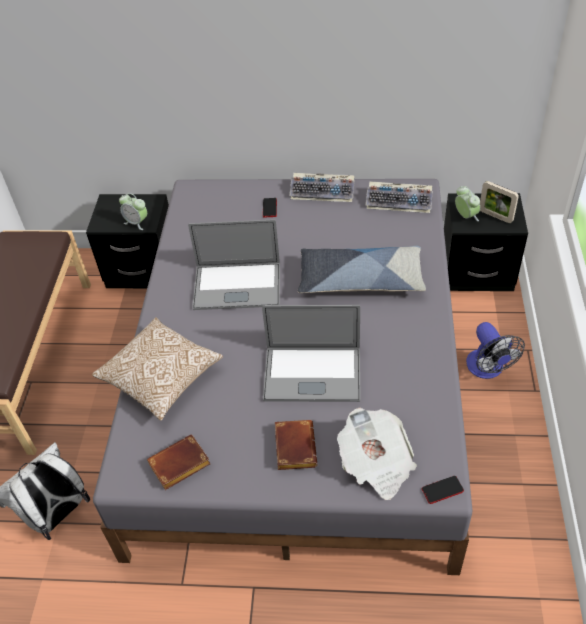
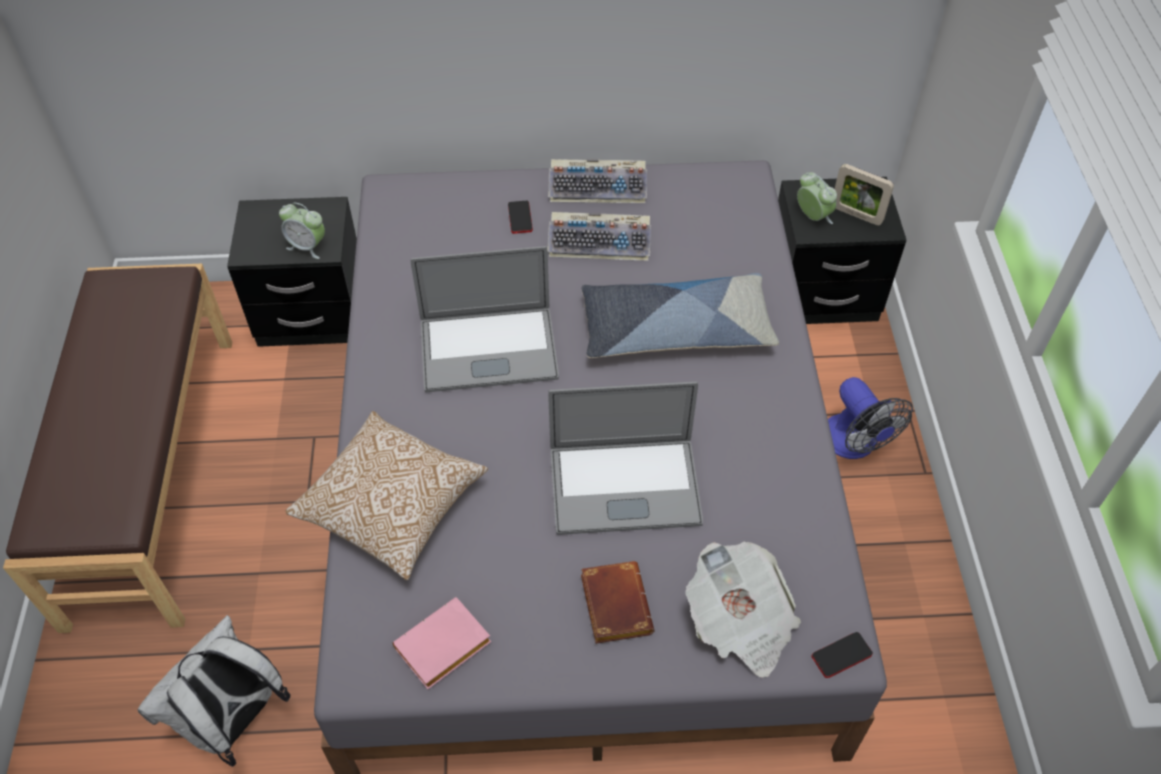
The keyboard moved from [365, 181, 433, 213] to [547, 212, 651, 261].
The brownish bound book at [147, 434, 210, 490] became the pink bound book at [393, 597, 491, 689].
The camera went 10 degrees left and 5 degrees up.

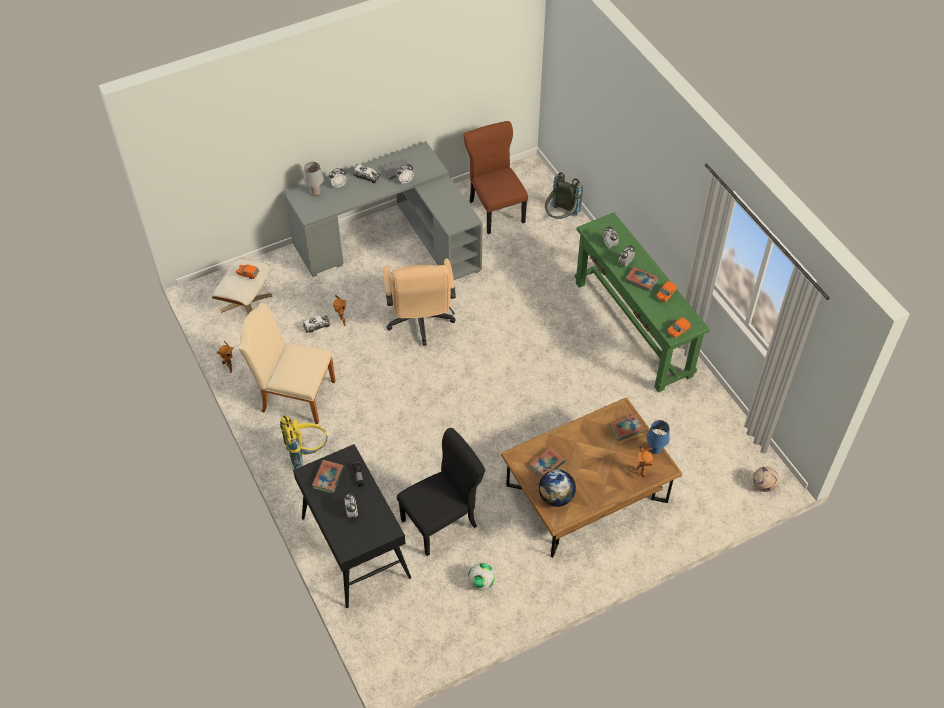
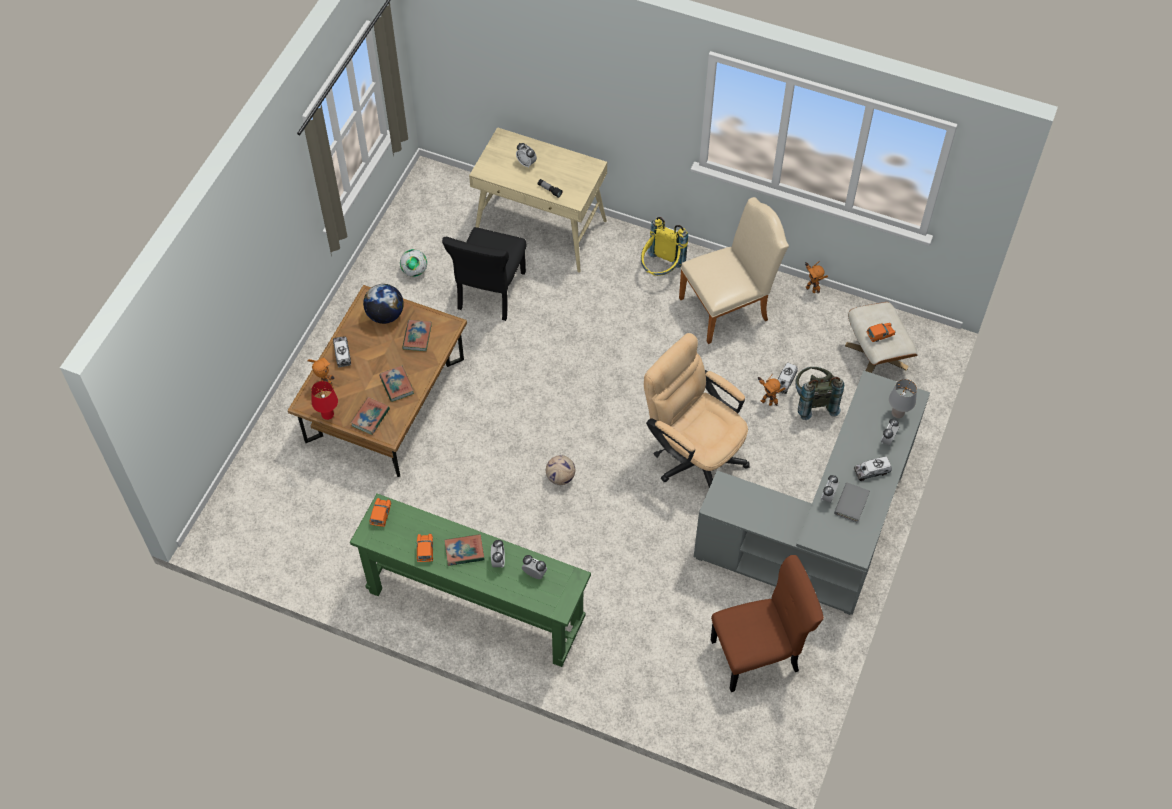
The brownish chair at [464, 121, 528, 234] turned 45 degrees counterclockwise.
The gray backpack moved from [545, 172, 583, 219] to [795, 367, 844, 420].
The bluish table lamp at [647, 420, 670, 454] became the red table lamp at [311, 381, 338, 420].
The black desk unit at [293, 444, 411, 608] became the beige-coloured desk unit at [469, 127, 607, 273].
The bound book moved from [312, 460, 344, 493] to [379, 366, 414, 402].
The football ball moved from [753, 466, 779, 492] to [546, 455, 575, 485].
The toy truck at [333, 336, 351, 367] appeared.
The camera went 140 degrees right and 5 degrees up.

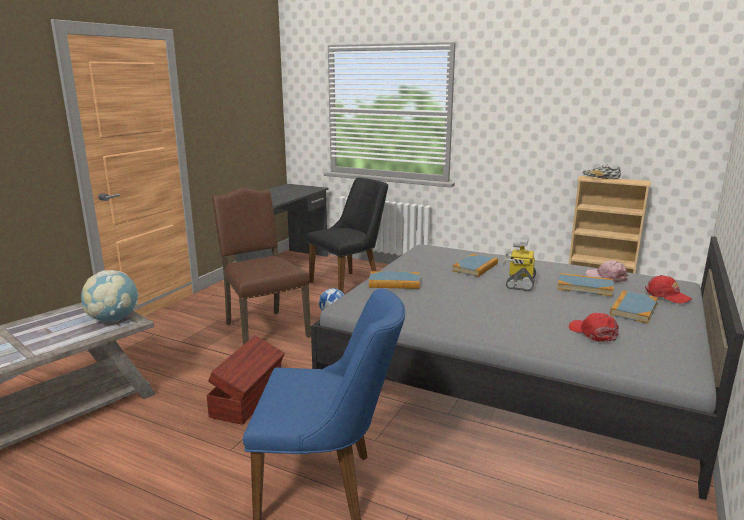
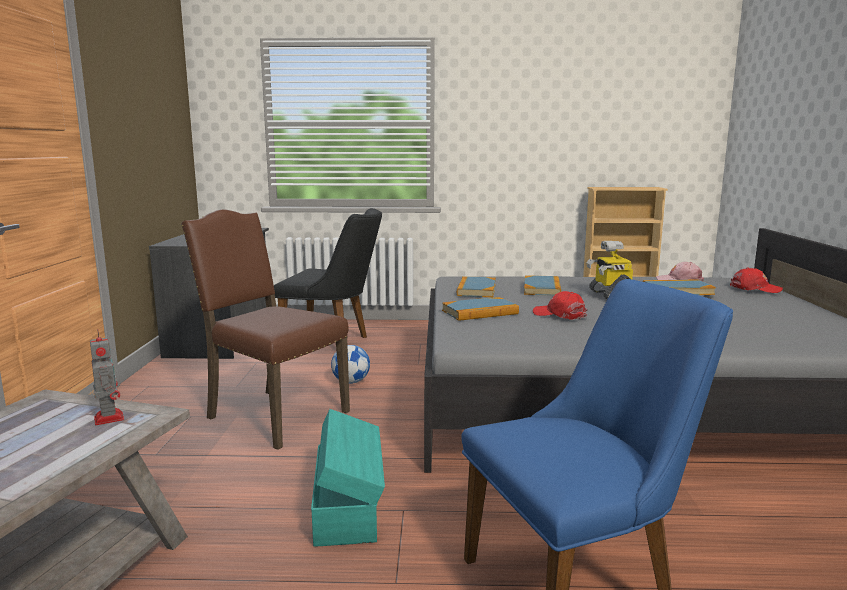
The shoe at [583, 164, 621, 179] disappeared.
The black chair at [306, 177, 388, 292] turned 75 degrees clockwise.
The globe at [81, 270, 139, 322] was replaced by the model robot at [90, 329, 124, 425].
The bound book moved from [610, 291, 658, 323] to [457, 276, 496, 297].
The red peaked cap moved from [569, 313, 619, 342] to [533, 291, 588, 320].
The brownish storage container at [206, 335, 285, 425] became the blue-green storage container at [311, 409, 385, 547].
The camera went 25 degrees left and 5 degrees down.

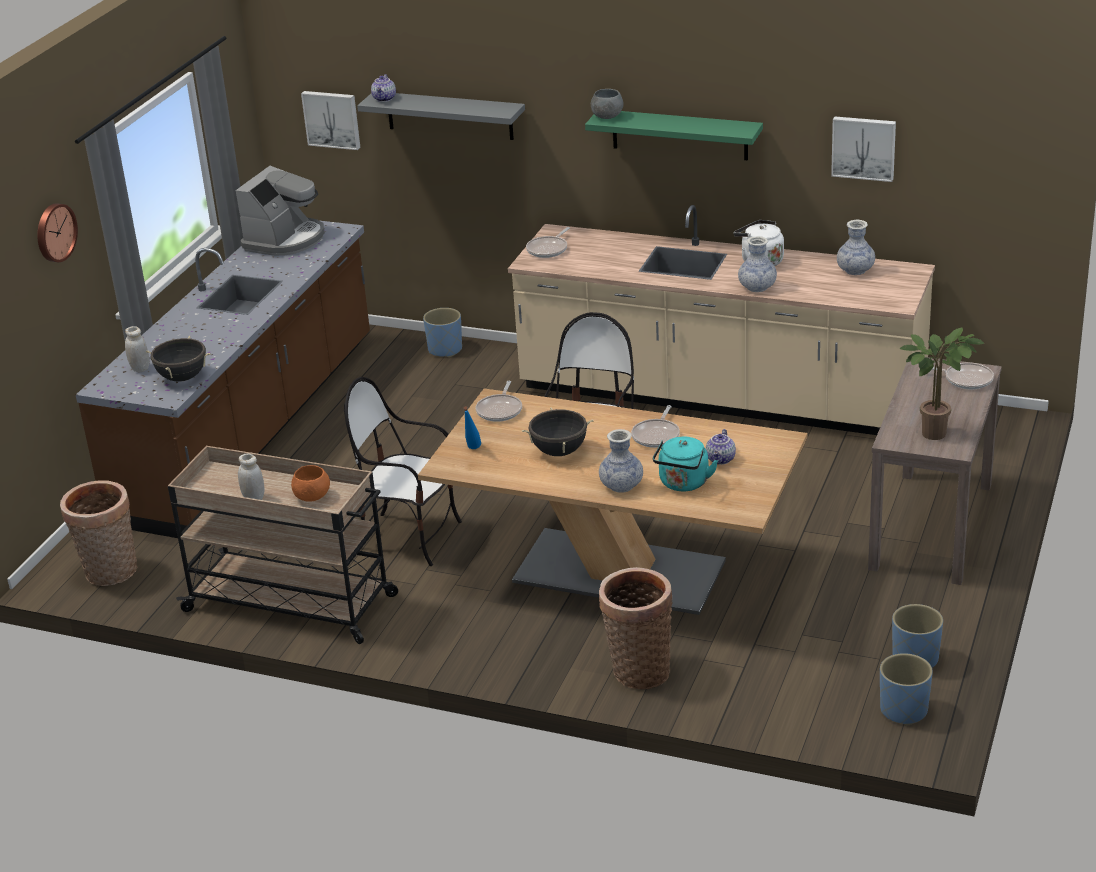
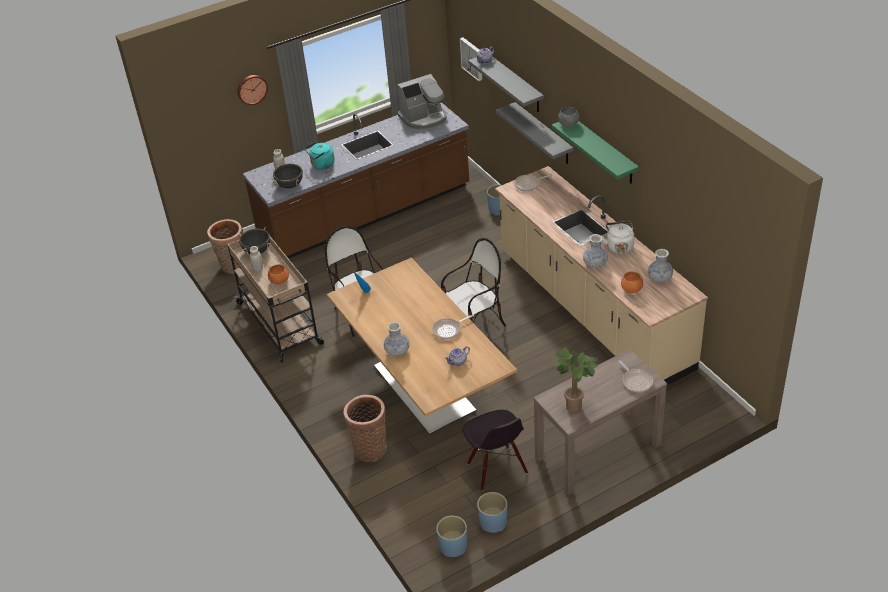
The picture at [831, 116, 896, 182] disappeared.
The skillet at [475, 381, 522, 422] disappeared.
The black cooking pot moved from [522, 407, 594, 456] to [239, 227, 271, 254].
The blue-green tea kettle moved from [653, 437, 718, 491] to [305, 142, 334, 170].
The gray wall shelf at [496, 102, 573, 164] appeared.
The orange-coloured serving bowl at [621, 271, 643, 294] appeared.
The black chair at [463, 410, 528, 491] appeared.
The camera went 40 degrees right and 10 degrees up.

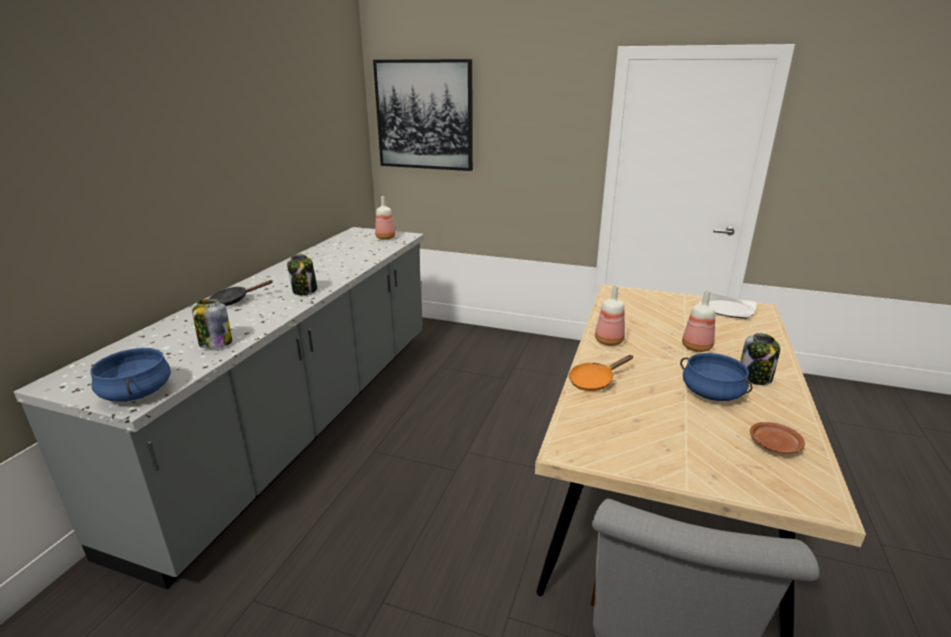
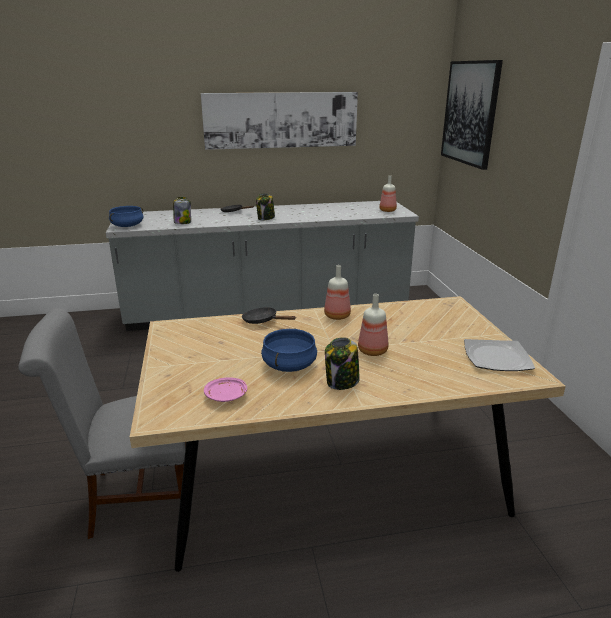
The orange-coloured skillet at [569, 355, 633, 391] became the black skillet at [242, 307, 296, 324].
The brownish plate at [750, 422, 805, 453] became the pink plate at [204, 377, 247, 402].
The picture at [201, 92, 358, 150] appeared.
The camera went 60 degrees right and 0 degrees up.

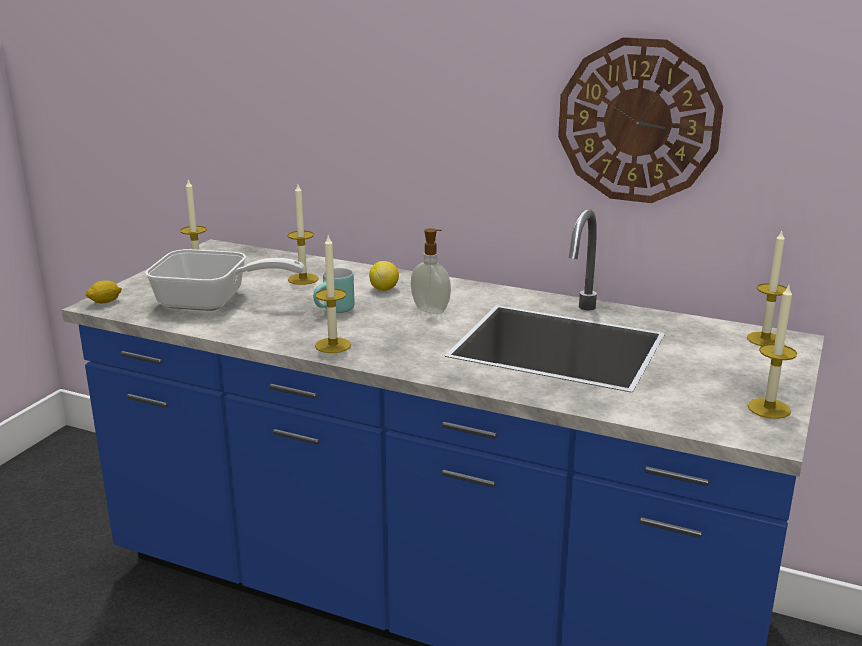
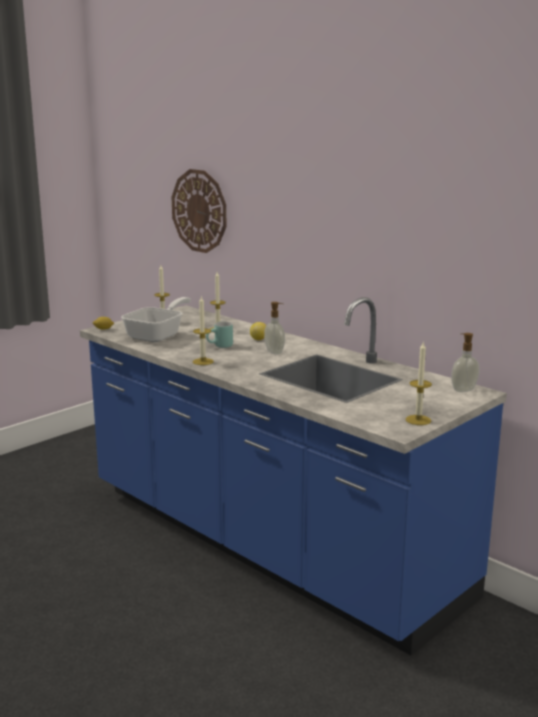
The clock on the wall moved from [558, 37, 723, 203] to [172, 169, 227, 253].
The candle at [747, 231, 787, 346] was replaced by the liquid soap bottle at [451, 333, 479, 392].
The skillet at [145, 249, 304, 311] turned 90 degrees counterclockwise.
The camera went 20 degrees right and 5 degrees down.

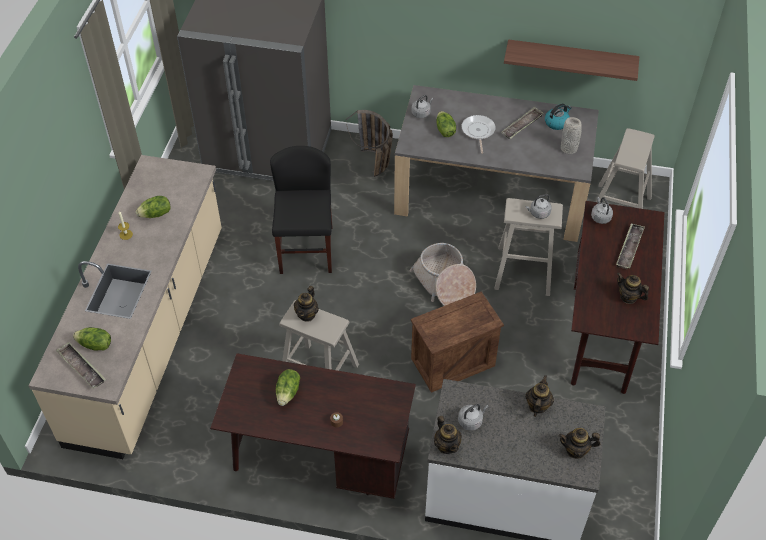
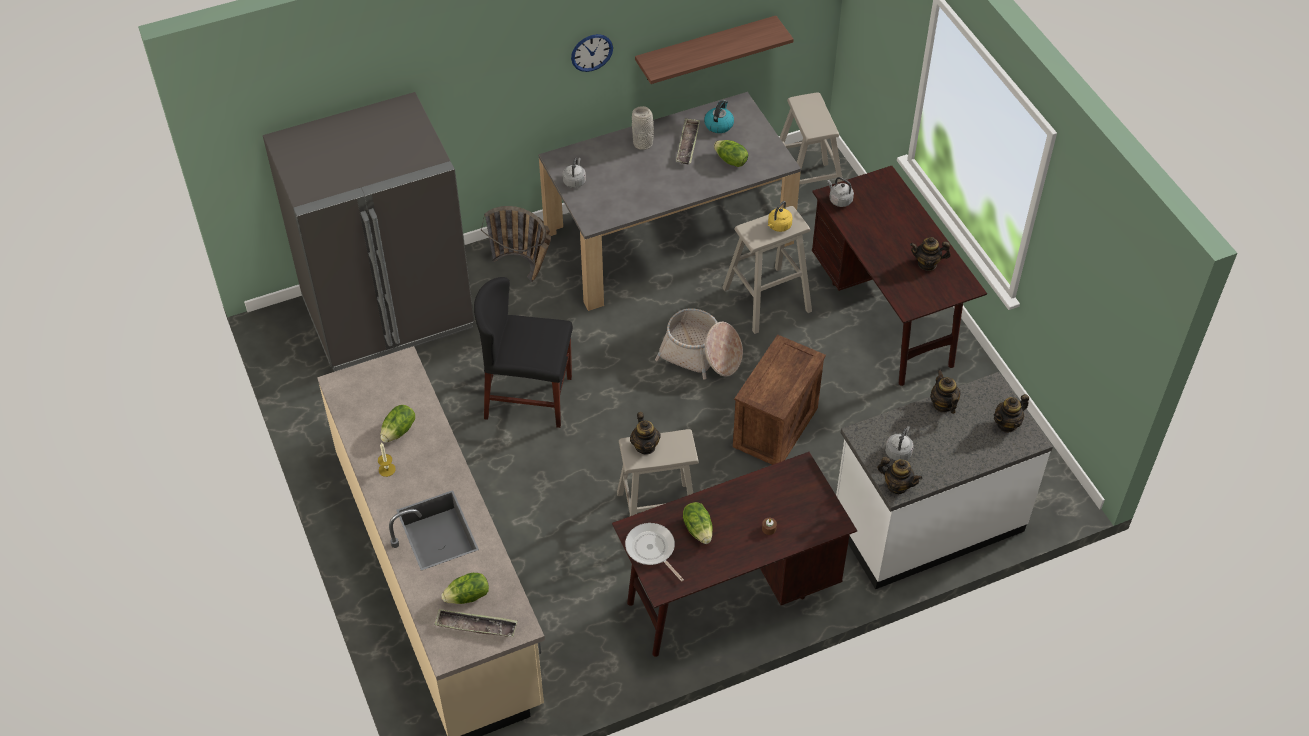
The head of lettuce moved from [436, 111, 456, 137] to [714, 140, 748, 167].
The skillet moved from [462, 115, 496, 154] to [625, 523, 684, 581].
The gray flower vase moved from [561, 117, 582, 154] to [632, 106, 654, 150].
The black chair at [270, 146, 332, 274] turned 45 degrees counterclockwise.
The gray tea kettle at [526, 194, 552, 219] became the yellow-coloured tea kettle at [768, 201, 793, 232].
The tray at [616, 223, 645, 269] disappeared.
The clock on the wall at [571, 34, 613, 72] appeared.
The camera went 35 degrees left and 0 degrees up.

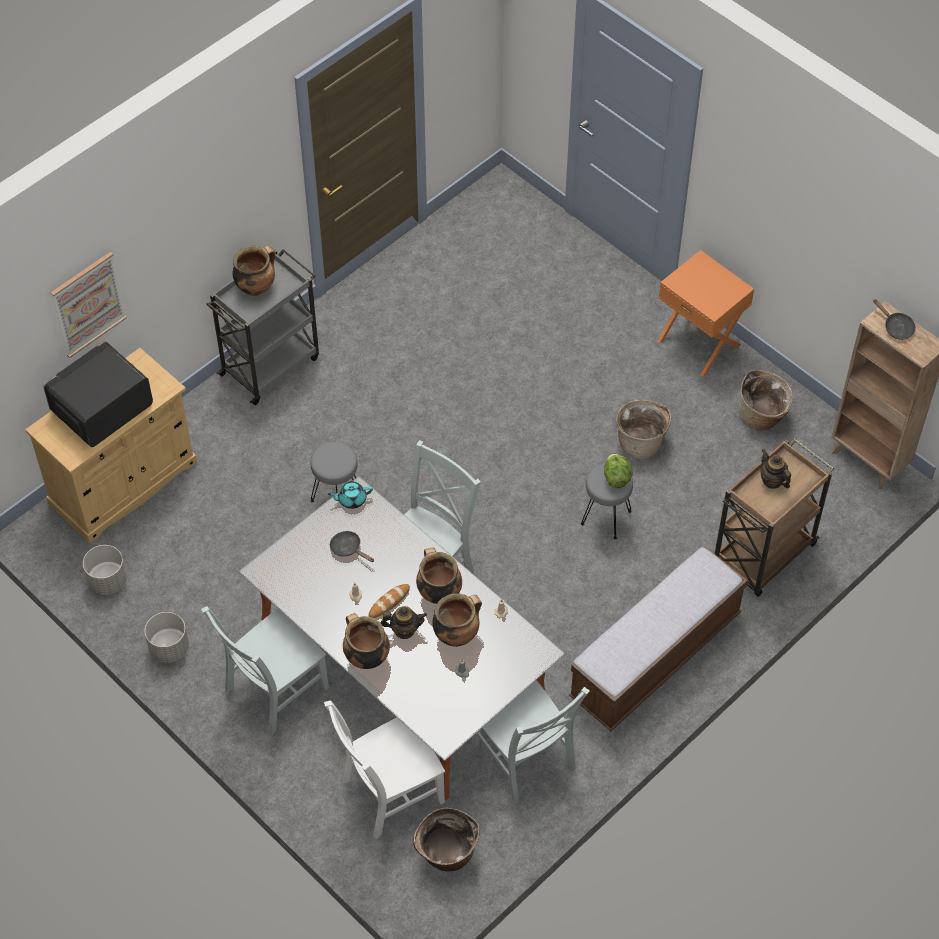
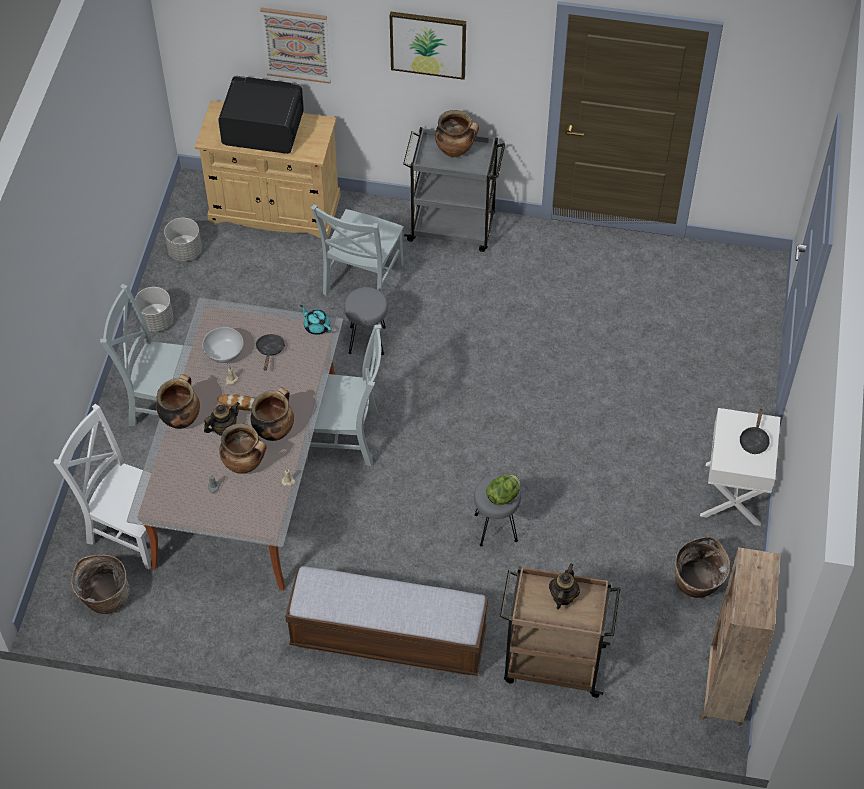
The orange-coloured night table at [657, 250, 754, 377] became the white night table at [700, 408, 781, 526].
The black skillet moved from [873, 299, 916, 340] to [740, 408, 770, 454].
The basket at [616, 399, 671, 459] disappeared.
The pot for tea at [381, 606, 427, 639] turned 90 degrees counterclockwise.
The gray chair moved from [472, 680, 590, 803] to [311, 204, 404, 295].
The picture at [390, 11, 466, 80] appeared.
The white serving bowl at [202, 327, 244, 363] appeared.
The camera went 55 degrees right and 0 degrees up.

